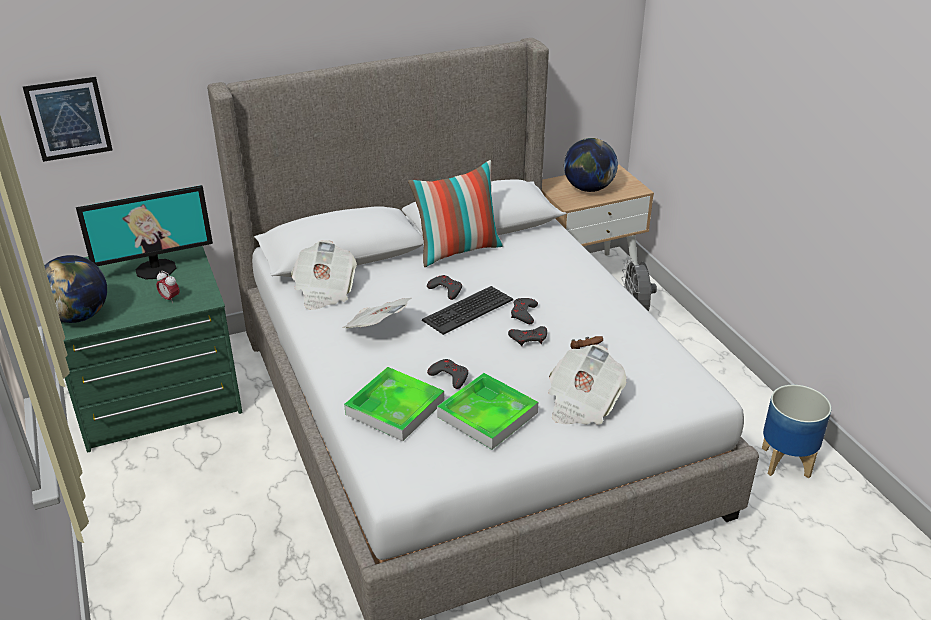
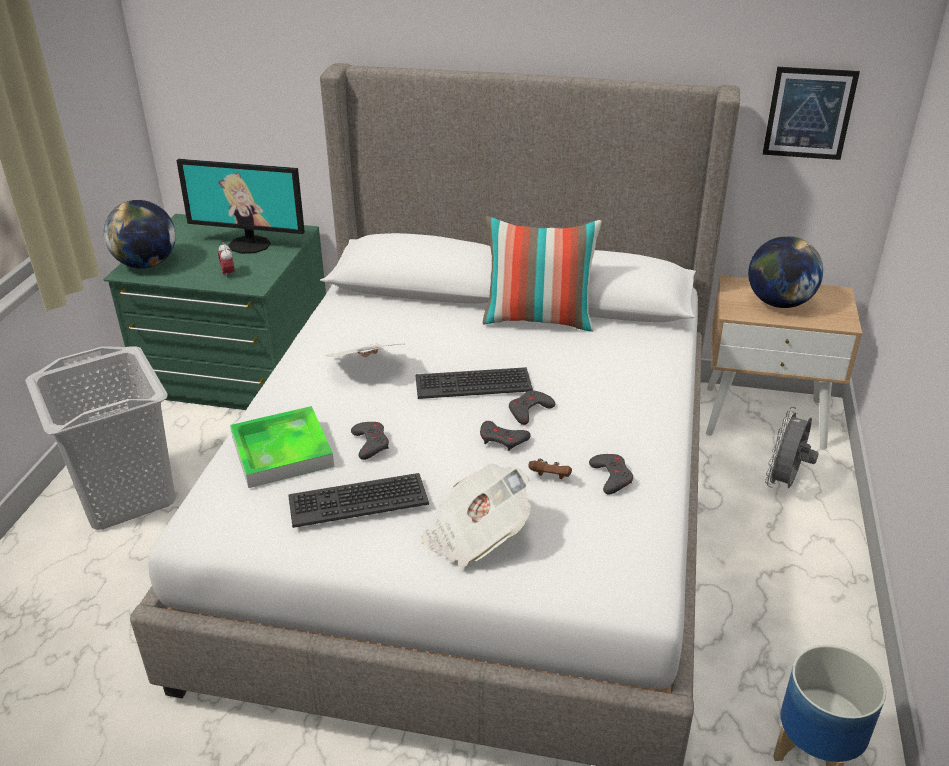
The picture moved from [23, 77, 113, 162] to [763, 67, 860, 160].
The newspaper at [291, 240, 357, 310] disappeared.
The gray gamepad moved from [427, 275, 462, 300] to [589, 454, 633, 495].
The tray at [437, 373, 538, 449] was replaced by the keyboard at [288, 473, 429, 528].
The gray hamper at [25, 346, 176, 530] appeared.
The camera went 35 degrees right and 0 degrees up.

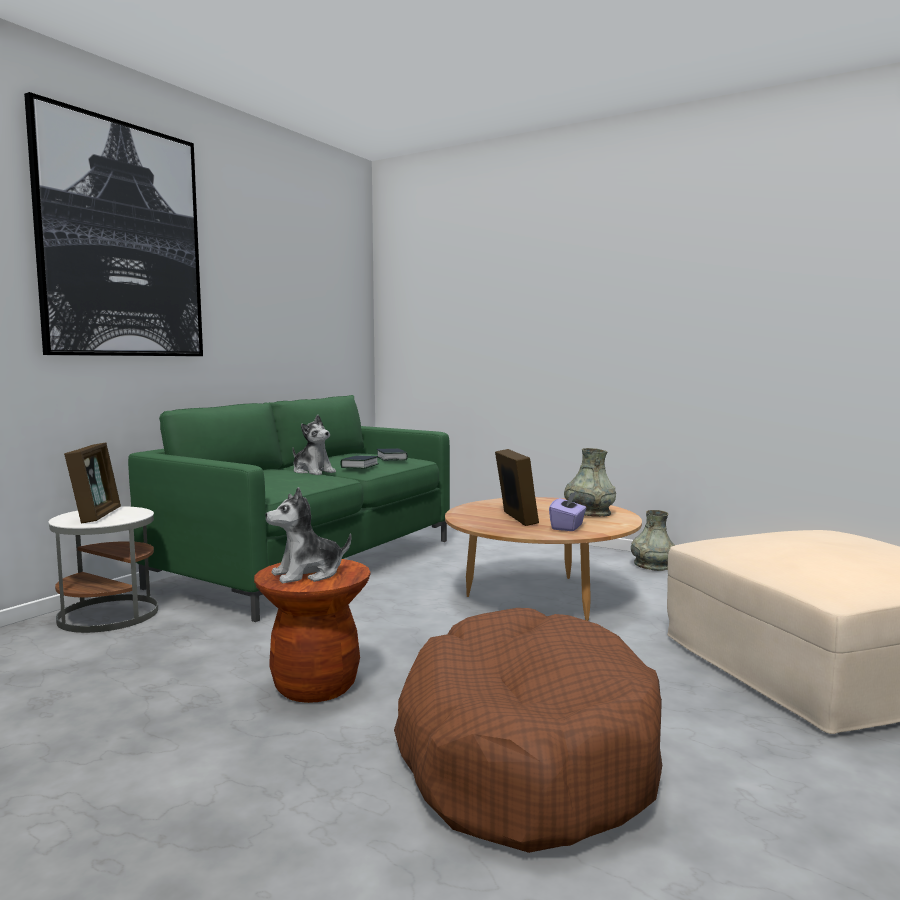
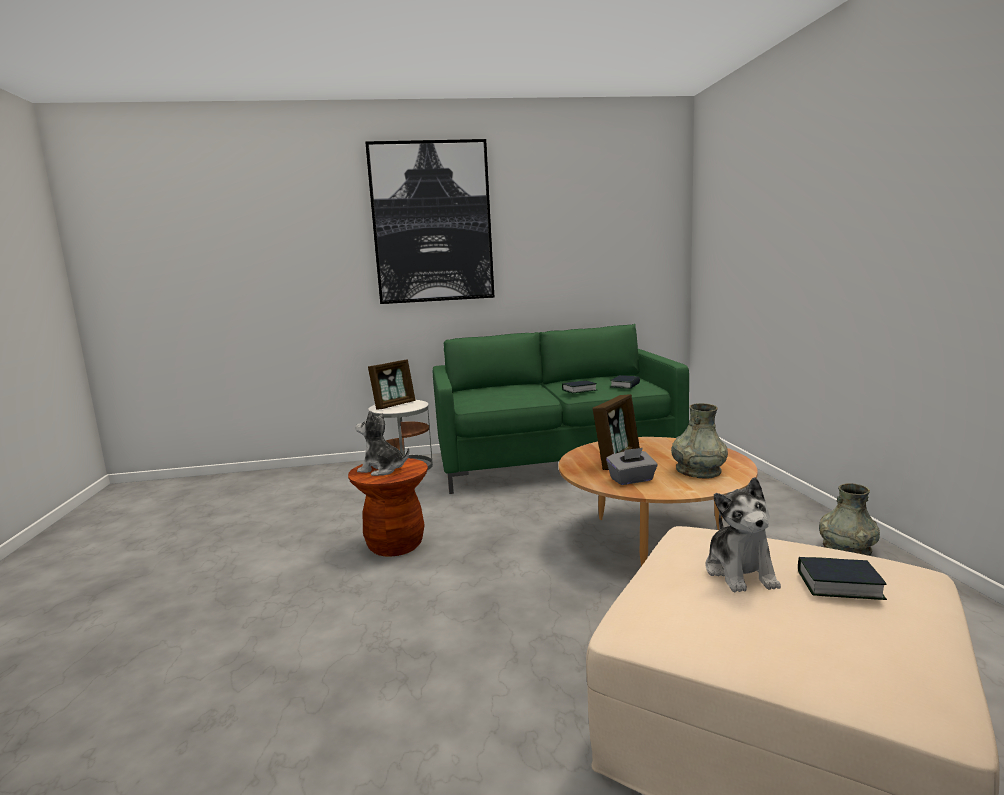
The cuddly toy moved from [293, 415, 336, 475] to [705, 477, 781, 592].
The purple-coloured box of tissues at [549, 492, 587, 531] became the gray box of tissues at [606, 448, 658, 485].
The brownish pet bed at [394, 608, 662, 853] disappeared.
The bound book at [798, 557, 887, 600] appeared.
The camera went 50 degrees right and 5 degrees up.

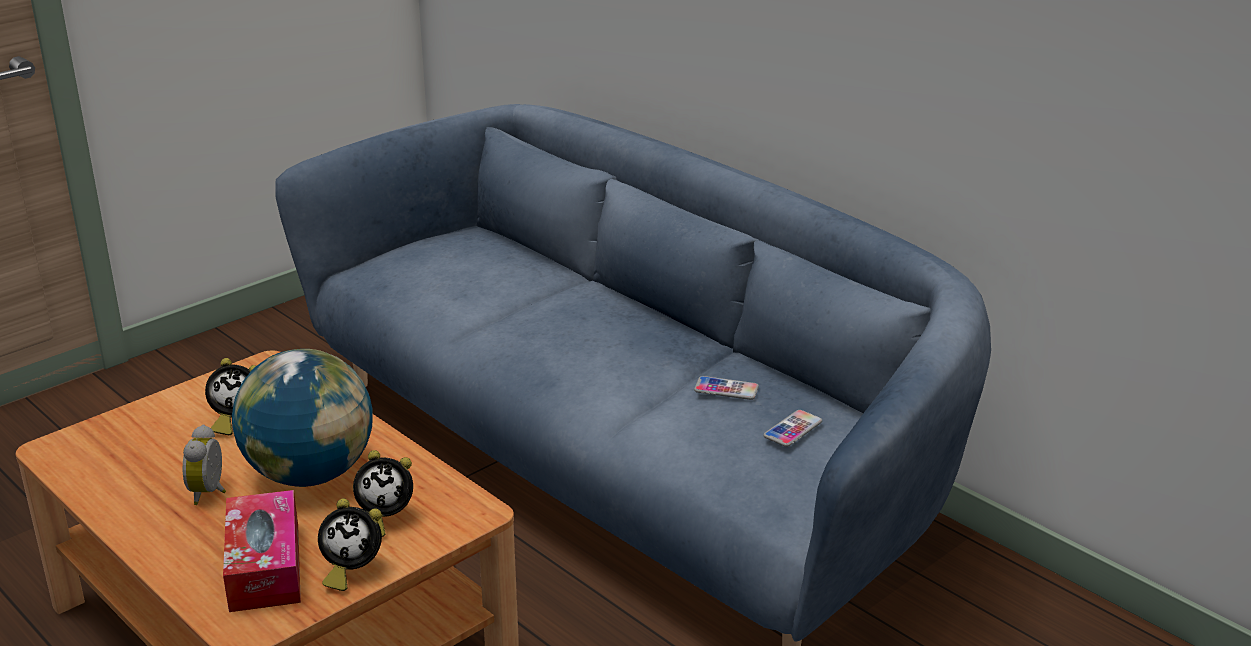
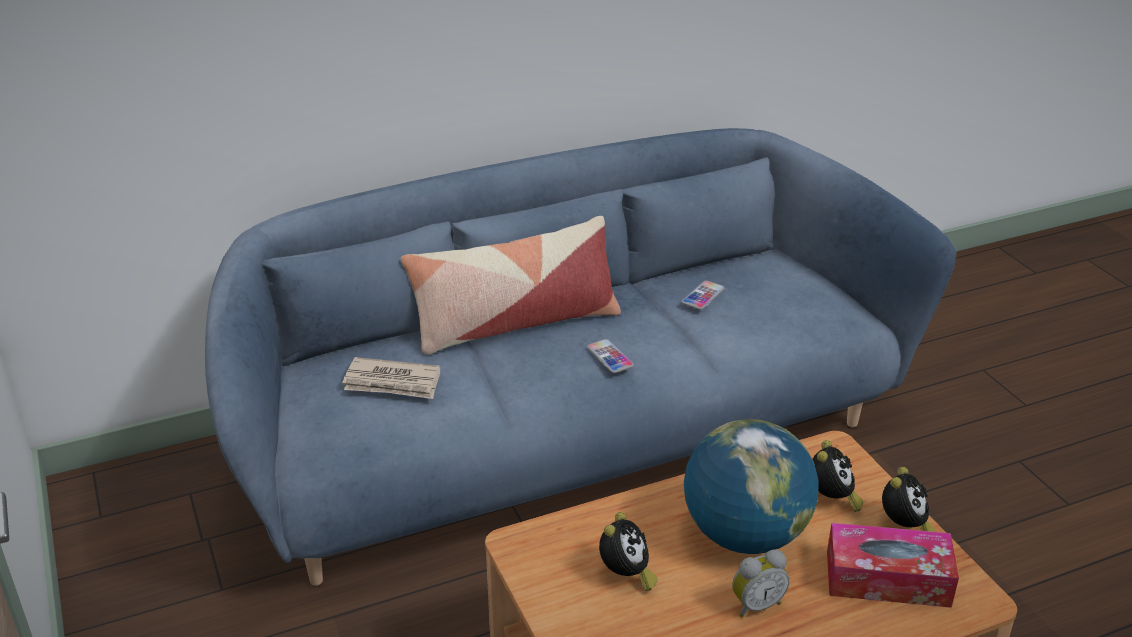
The telephone moved from [763, 410, 822, 447] to [587, 339, 634, 373].
The bedside clock at [182, 425, 226, 505] turned 45 degrees counterclockwise.
The pillow at [401, 216, 621, 355] appeared.
The newspaper at [342, 357, 440, 399] appeared.
The camera went 70 degrees left and 5 degrees up.

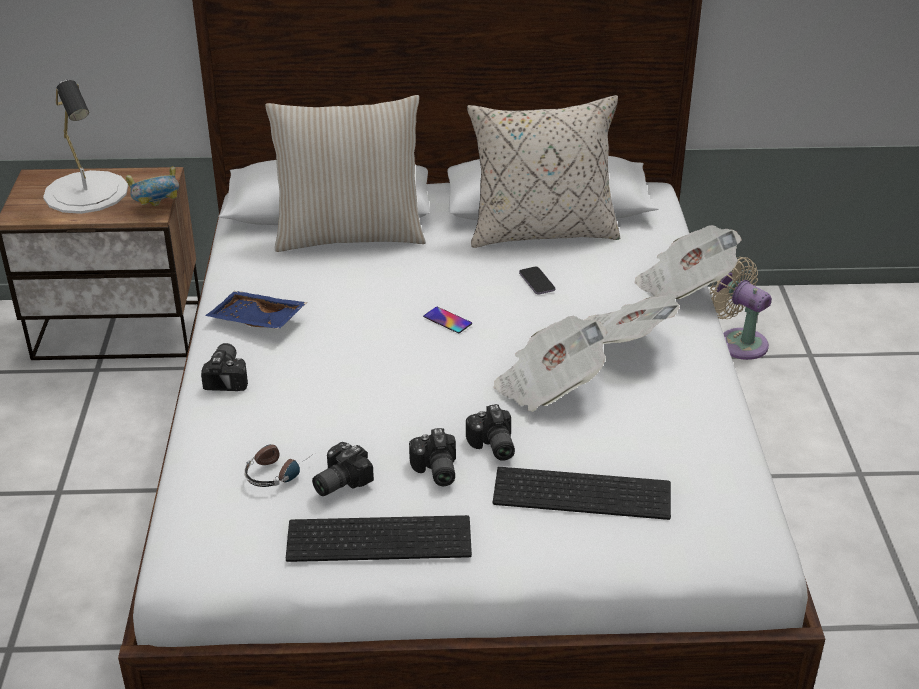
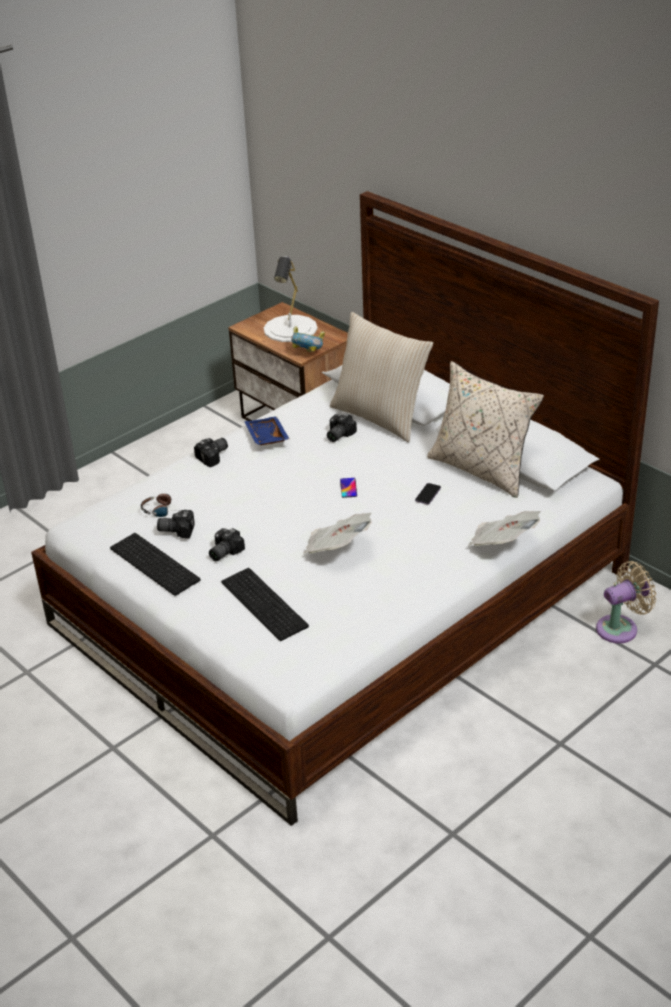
The beige-coloured fan at [710, 257, 772, 360] turned 60 degrees clockwise.
The newspaper at [585, 295, 680, 344] disappeared.
The photo camera moved from [466, 404, 515, 461] to [327, 413, 357, 442].
The camera went 50 degrees right and 0 degrees up.

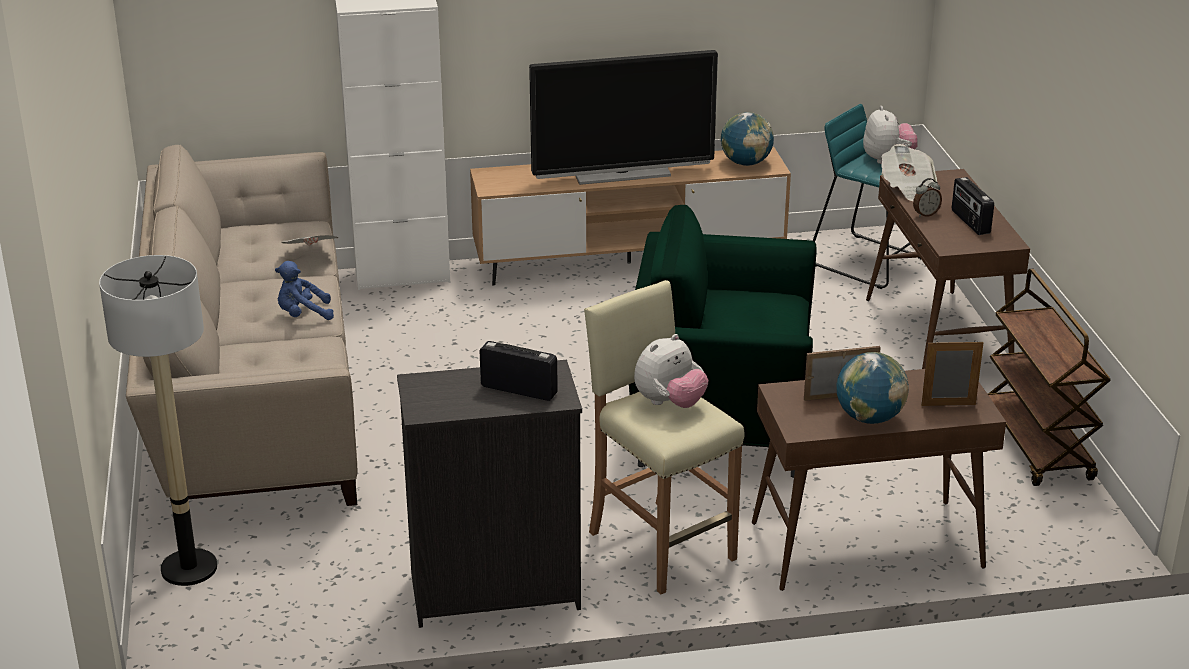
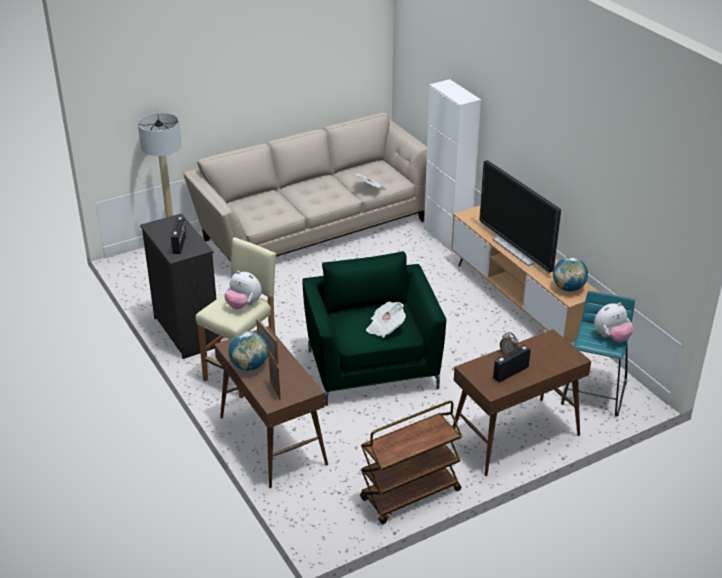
The newspaper moved from [881, 144, 938, 201] to [366, 302, 406, 338].
The bluish cuddly toy at [275, 261, 334, 320] disappeared.
The camera went 70 degrees right and 5 degrees up.

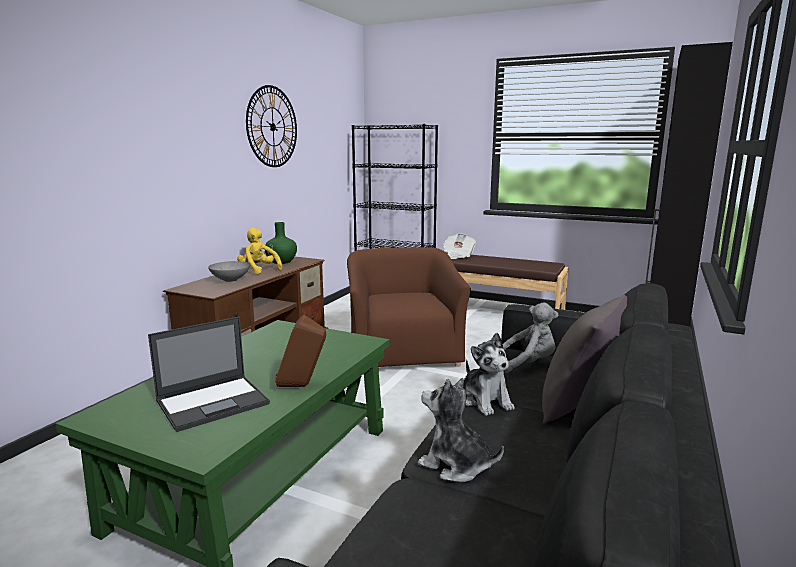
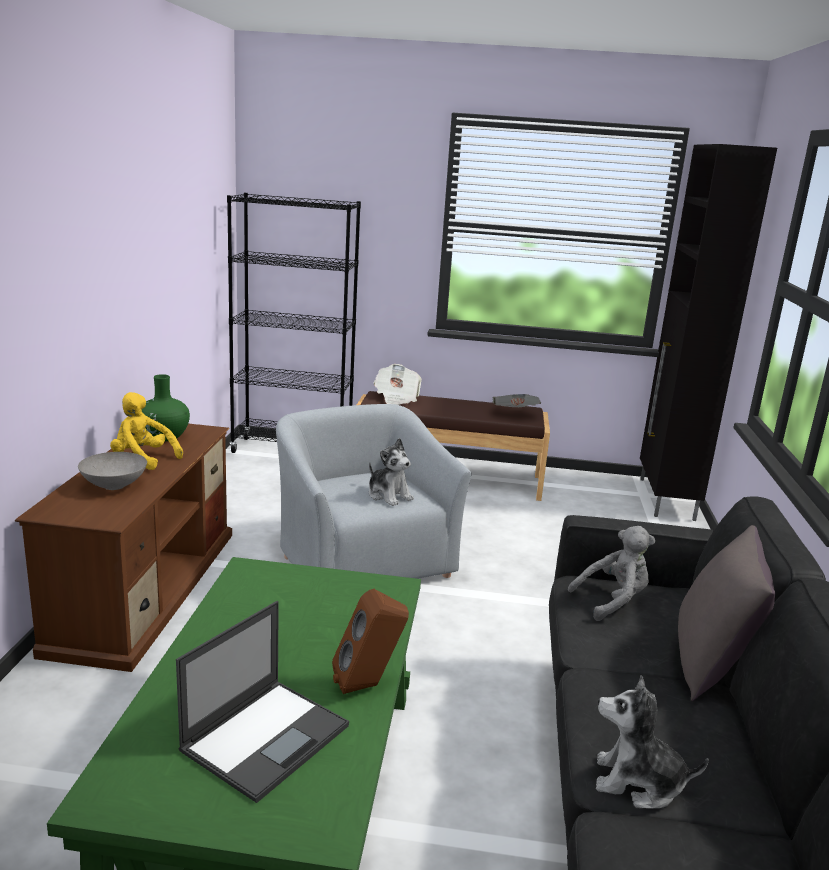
The clock on the wall at [246, 85, 297, 167] disappeared.
The brownish armchair at [347, 247, 471, 367] became the gray armchair at [276, 404, 472, 579].
The cuddly toy moved from [464, 333, 515, 416] to [369, 438, 414, 506].
The newspaper at [492, 394, 541, 407] appeared.
The camera went 20 degrees left and 5 degrees up.

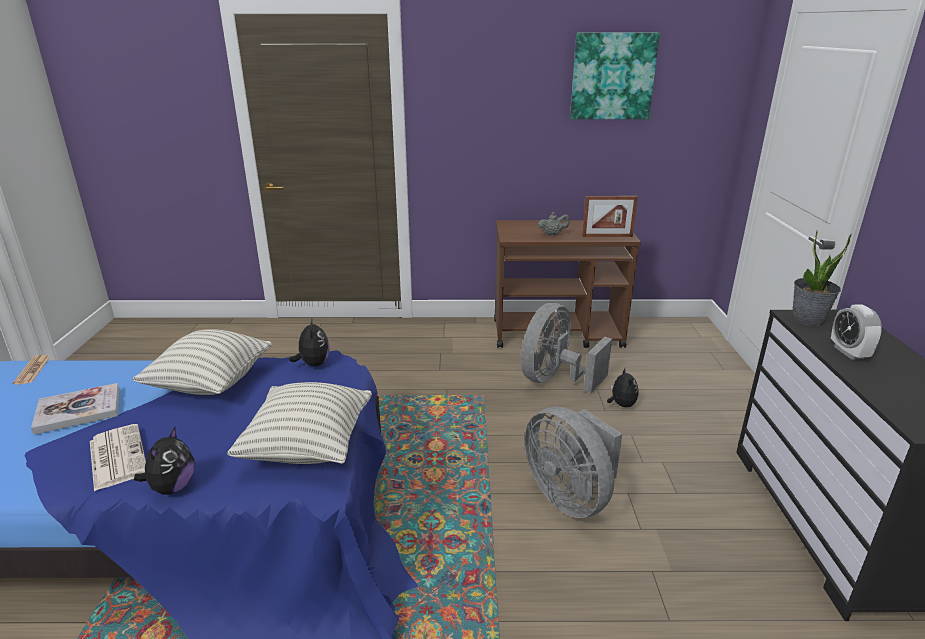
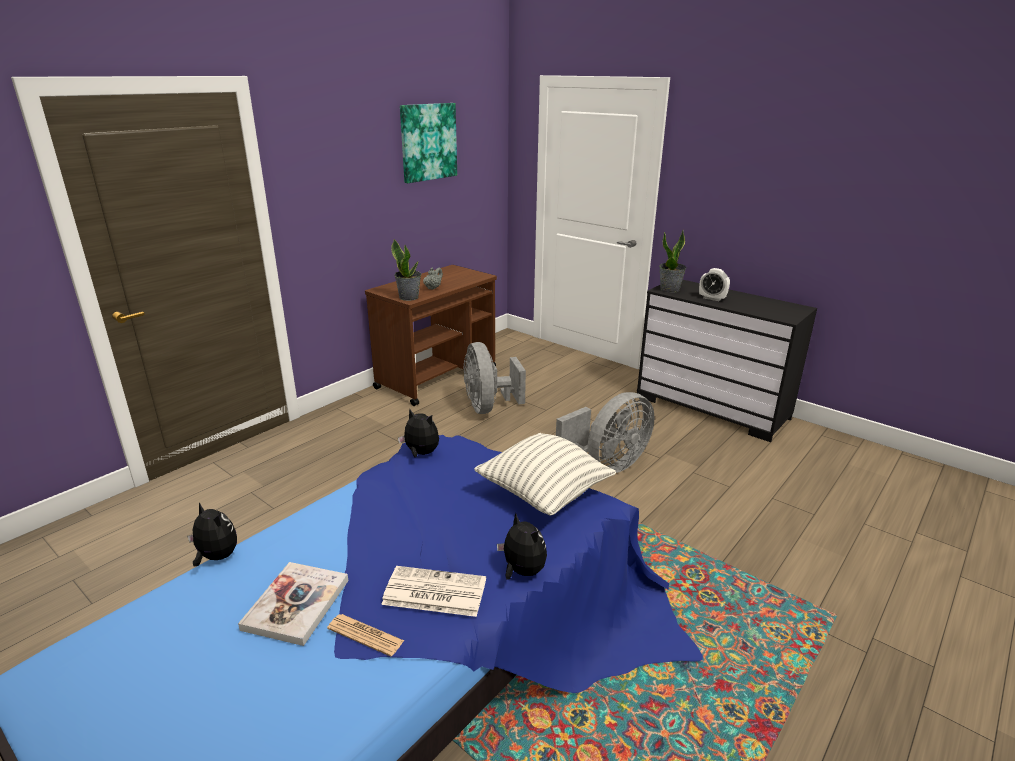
The standing frame at [582, 196, 638, 237] disappeared.
The pillow at [132, 329, 272, 395] disappeared.
The newspaper moved from [13, 355, 50, 385] to [327, 614, 404, 657].
The cuddly toy moved from [607, 368, 638, 407] to [187, 502, 237, 567].
The gray fan at [525, 407, 622, 518] turned 45 degrees counterclockwise.
The plant in a pot at [392, 239, 421, 301] appeared.
The camera went 50 degrees left and 0 degrees up.

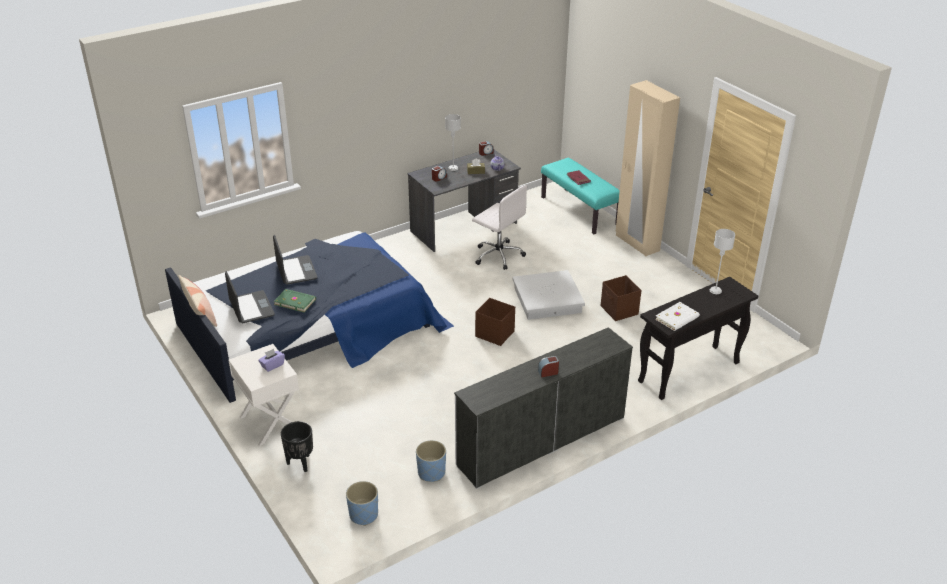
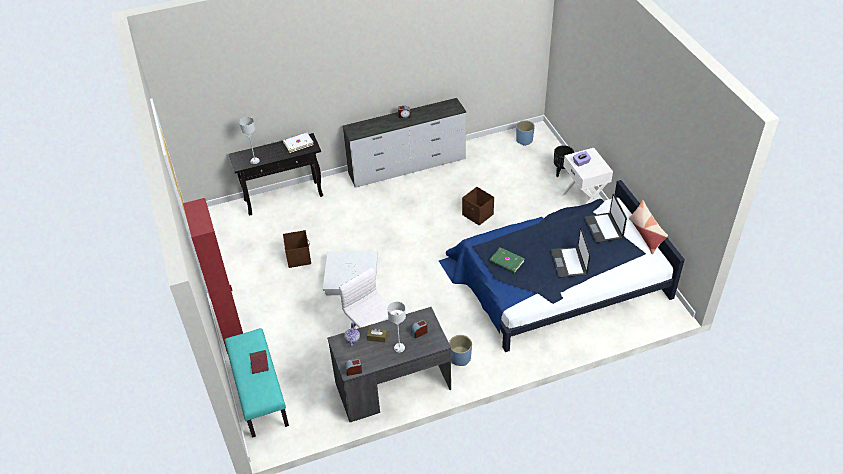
The beige-coloured armoire at [616, 80, 680, 256] became the red armoire at [183, 198, 243, 354].
The greenish bound book moved from [274, 289, 316, 313] to [489, 247, 525, 273].
The brownish storage container moved from [475, 298, 515, 346] to [462, 187, 494, 226].
The bluish planter moved from [416, 440, 446, 482] to [449, 335, 472, 366].
The camera went 165 degrees left and 10 degrees up.

